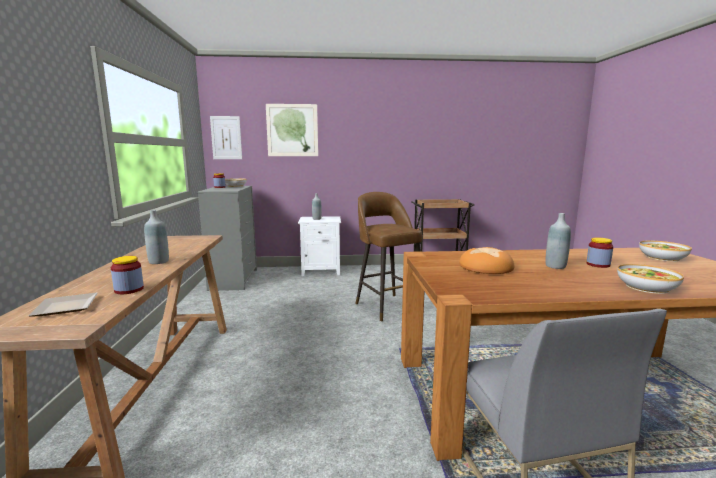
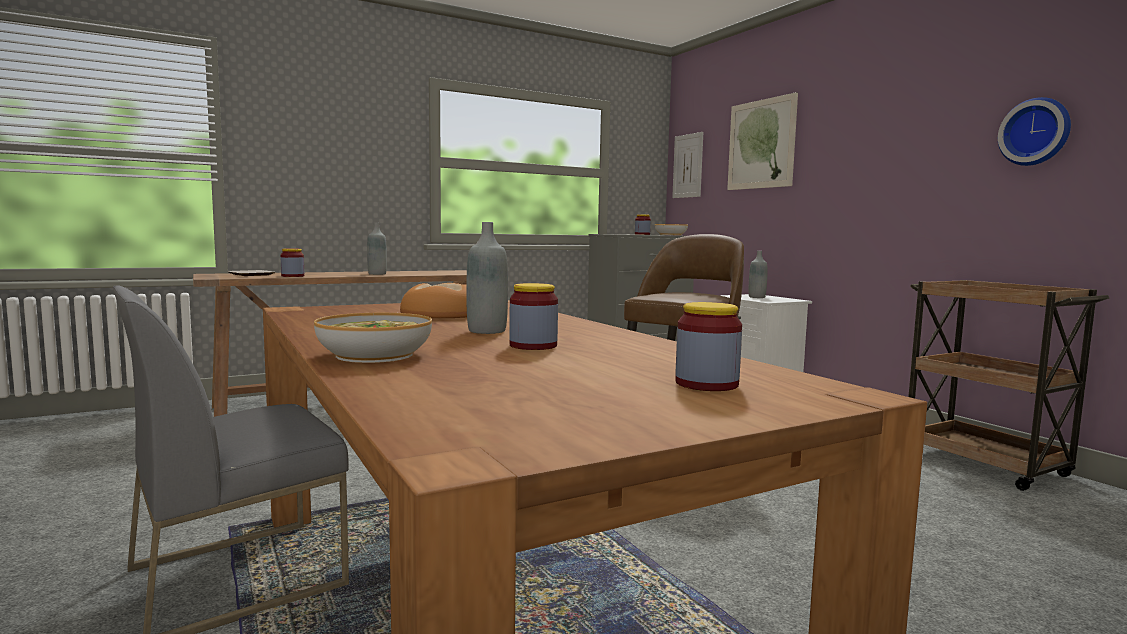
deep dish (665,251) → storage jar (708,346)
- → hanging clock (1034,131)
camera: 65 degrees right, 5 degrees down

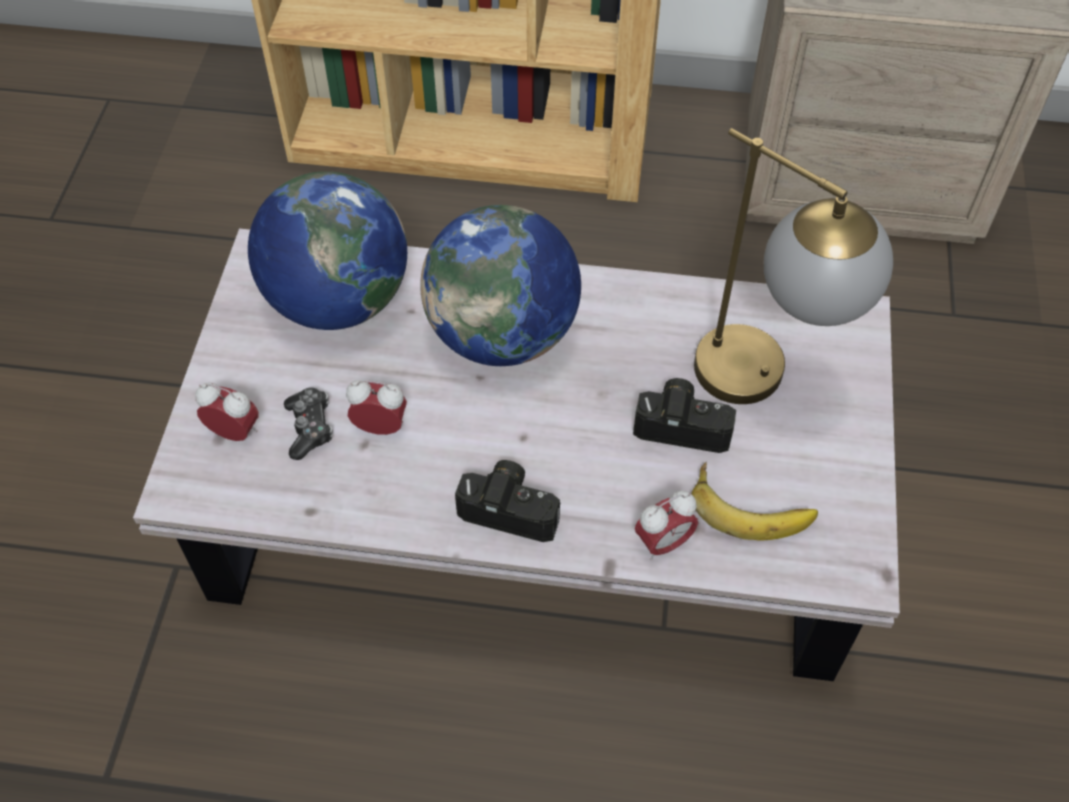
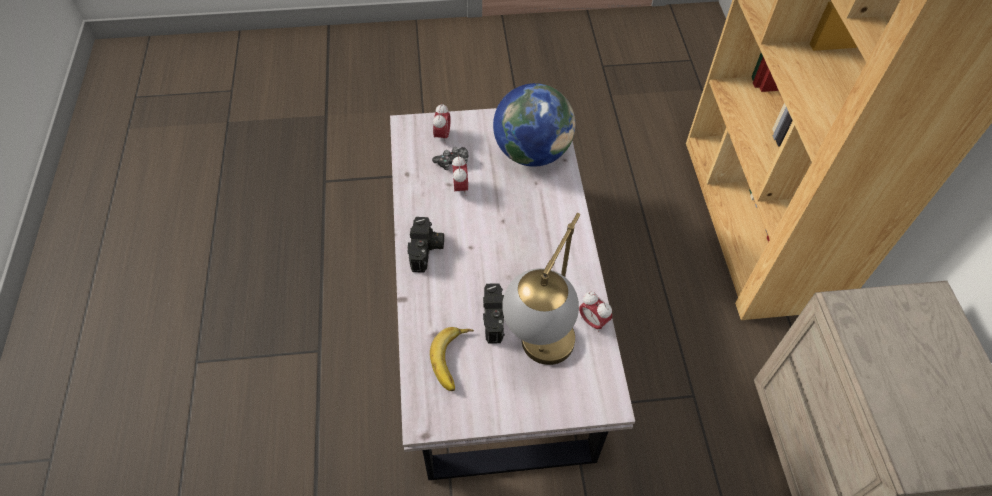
world globe (500,285) → -
bedside clock (666,525) → bedside clock (595,312), relocated
camera: 75 degrees right, 0 degrees up

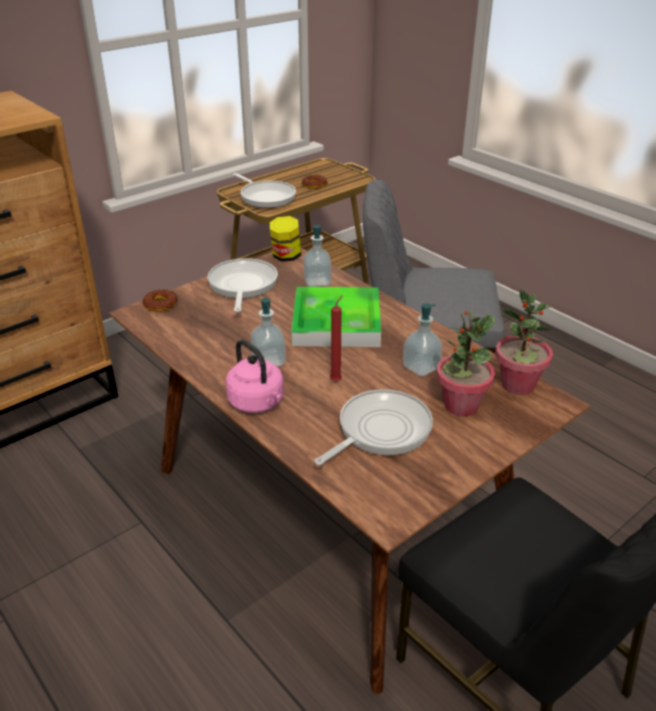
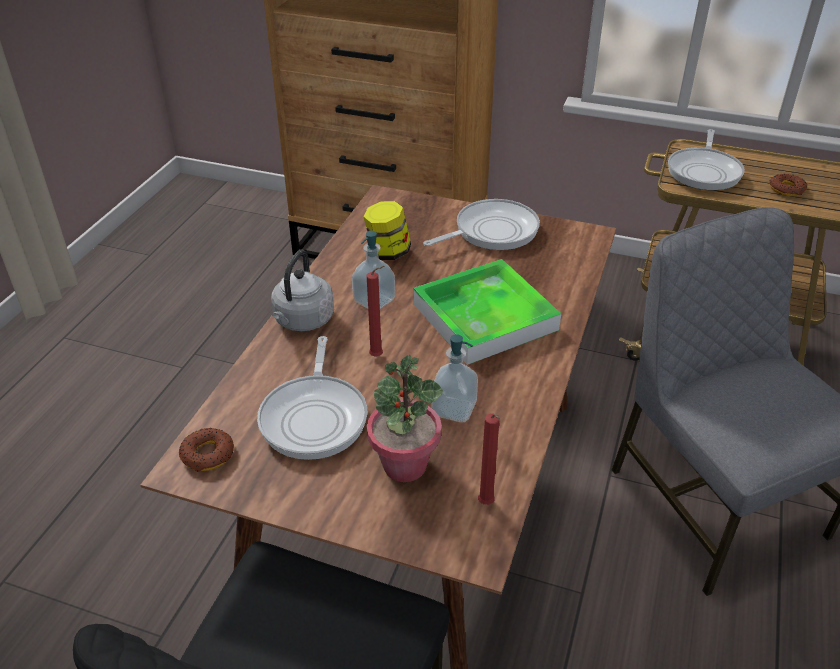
storage jar (285,239) → storage jar (387,230), relocated
liquid soap bottle (317,256) → -
potted plant (524,342) → red wax candle (488,459)
doughnut (160,300) → doughnut (206,450), relocated
pinkish tea kettle (254,376) → gray tea kettle (302,290)
pan (373,427) → pan (312,398), 75 degrees clockwise
camera: 60 degrees right, 5 degrees up

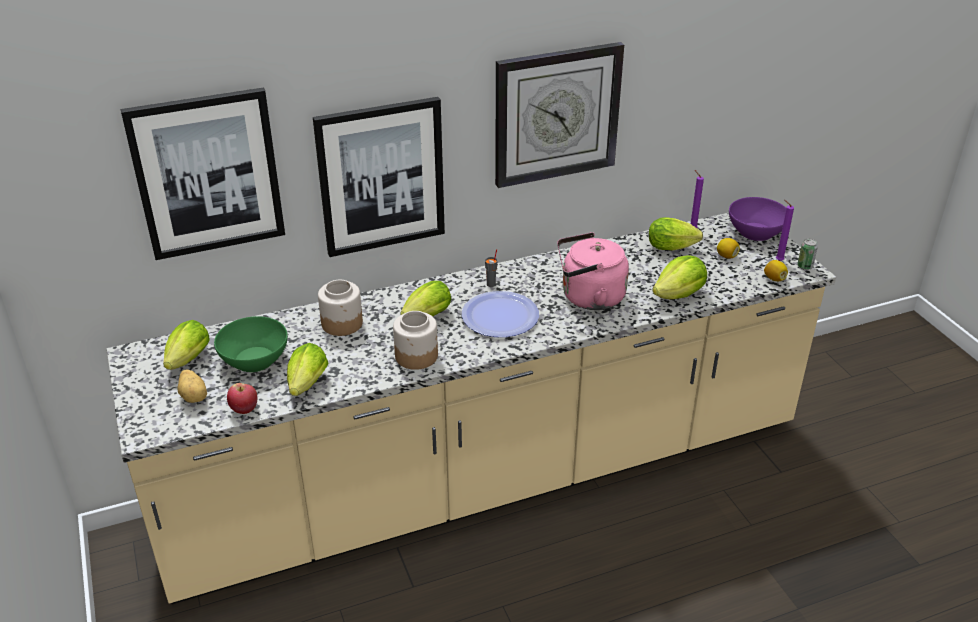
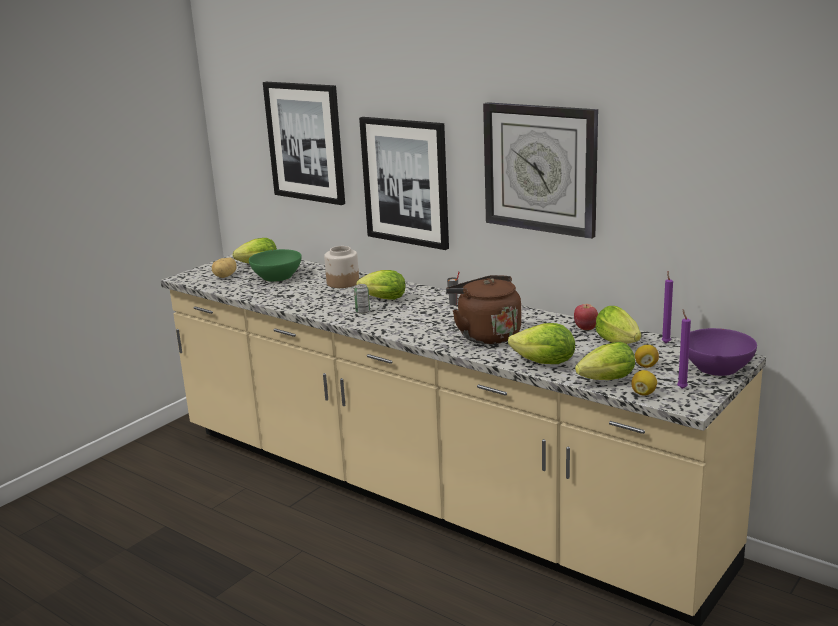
pinkish tea kettle (593,271) → brown tea kettle (483,309)
can (807,254) → can (362,299), relocated
flat dish (500,314) → -
storage jar (415,340) → -
head of lettuce (307,369) → head of lettuce (605,361), relocated
apple fruit (242,398) → apple fruit (586,317), relocated
camera: 60 degrees right, 15 degrees down

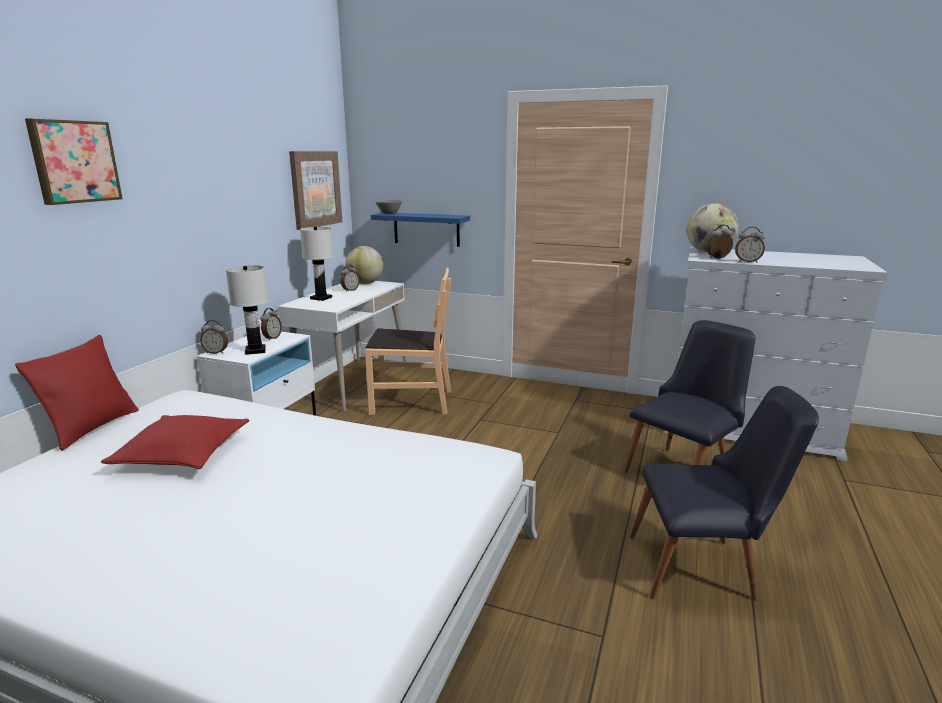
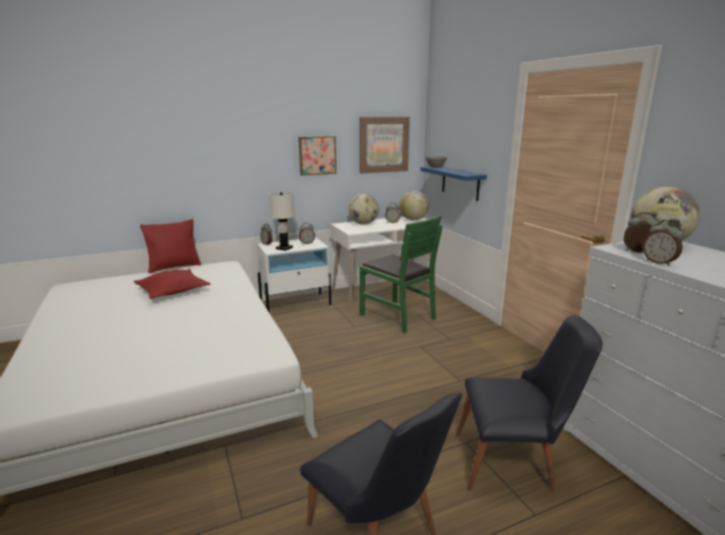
wall picture (73,161) → wall picture (317,156), relocated
white table lamp (316,264) → world globe (363,209)
brown chair (408,341) → green chair (400,274)
camera: 45 degrees right, 0 degrees up

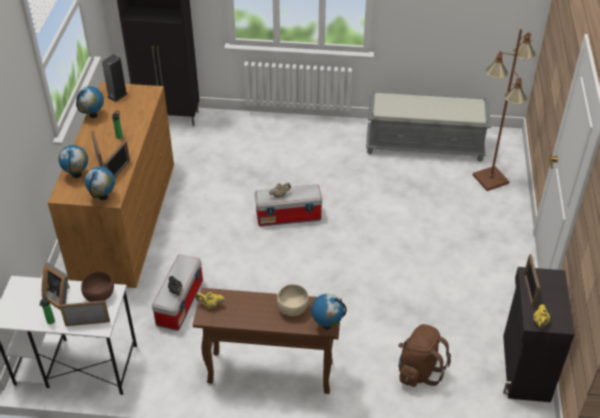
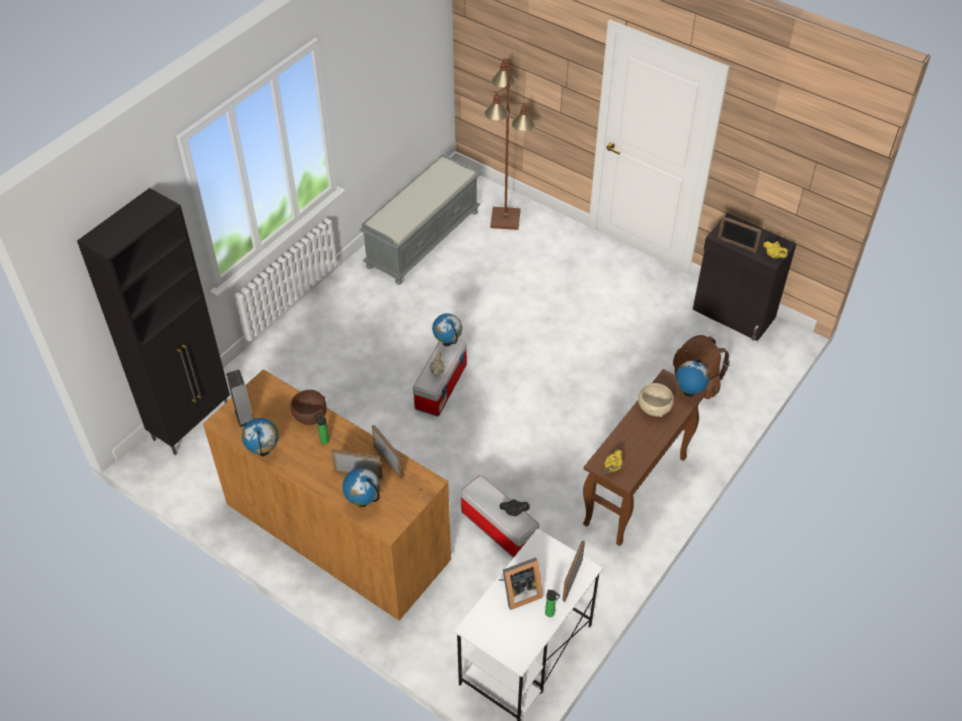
world globe (100,183) → world globe (447,329), relocated
brown deep dish (97,286) → brown deep dish (308,407), relocated
camera: 60 degrees left, 5 degrees up

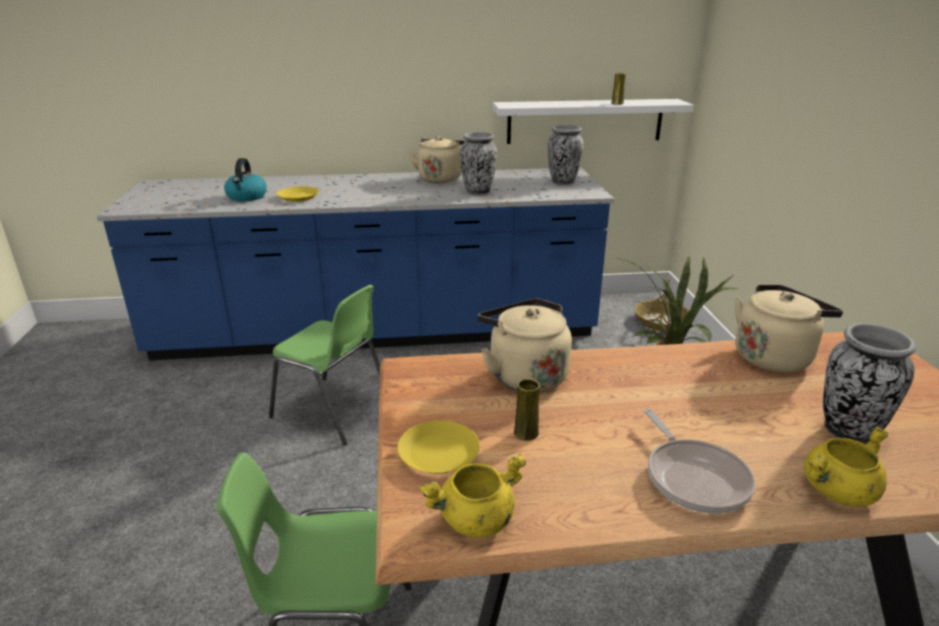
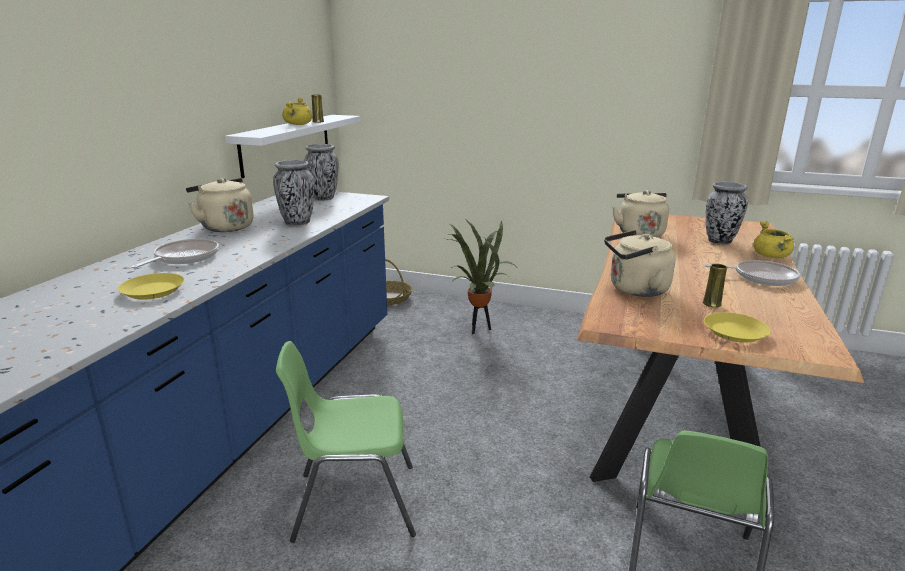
tea kettle (245,180) → -
green chair (324,365) → green chair (346,442), 150 degrees counterclockwise
yellow cooking pot (472,495) → yellow cooking pot (297,111), relocated
- → pan (175,253)
camera: 65 degrees left, 5 degrees down

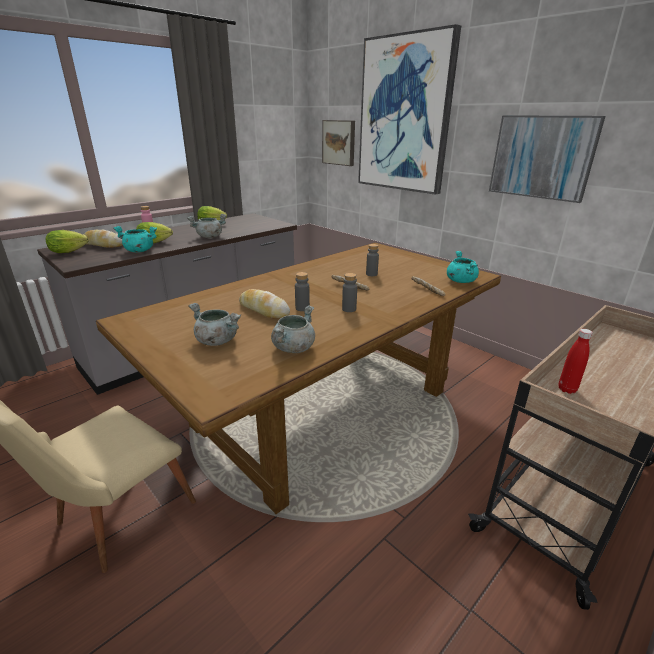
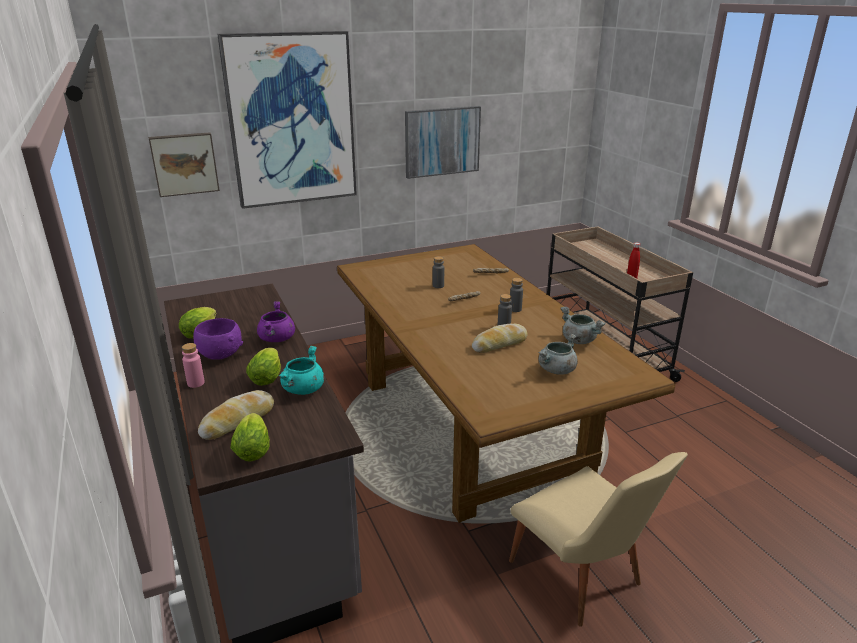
gray cooking pot (206,226) → purple cooking pot (276,321)
blue-green cooking pot (463,267) → -
- → purple deep dish (218,339)
camera: 70 degrees left, 0 degrees up

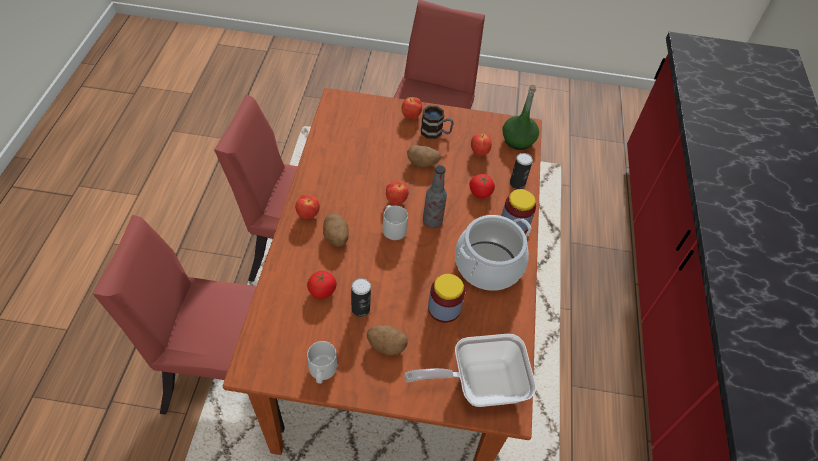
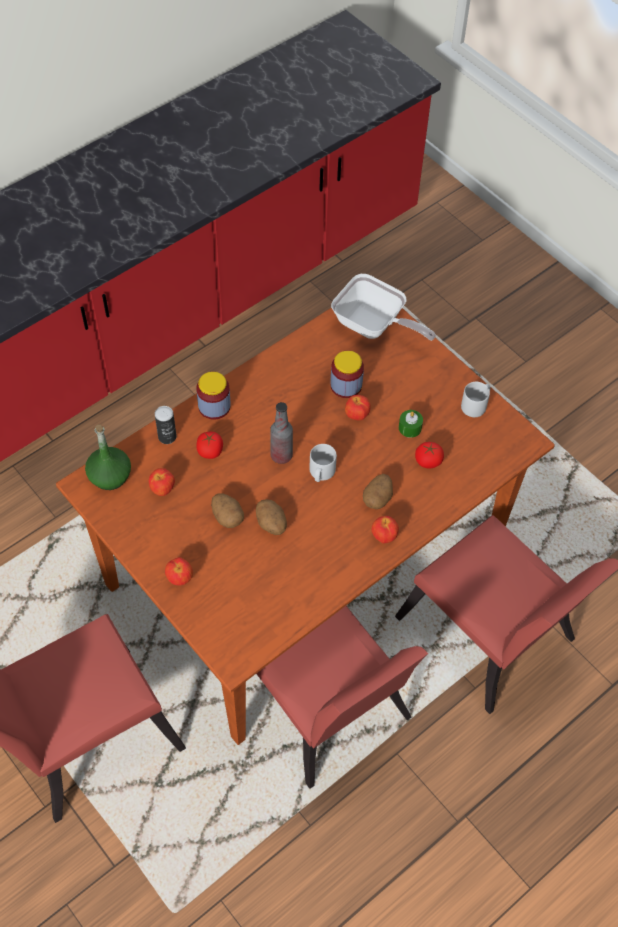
mug (437,122) → -
apple fruit (397,193) → apple fruit (358,408), relocated
cooking pot (493,253) → -
can (361,297) → green wax candle (411,424)
whole potato (387,340) → whole potato (271,517), relocated
camera: 135 degrees left, 5 degrees up

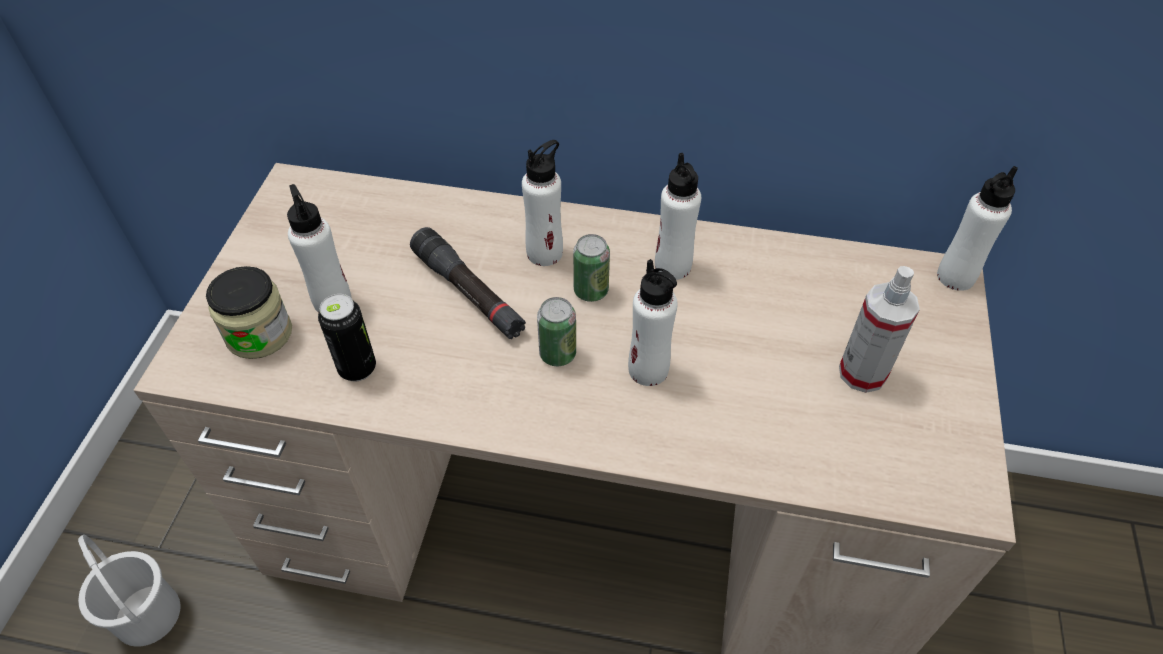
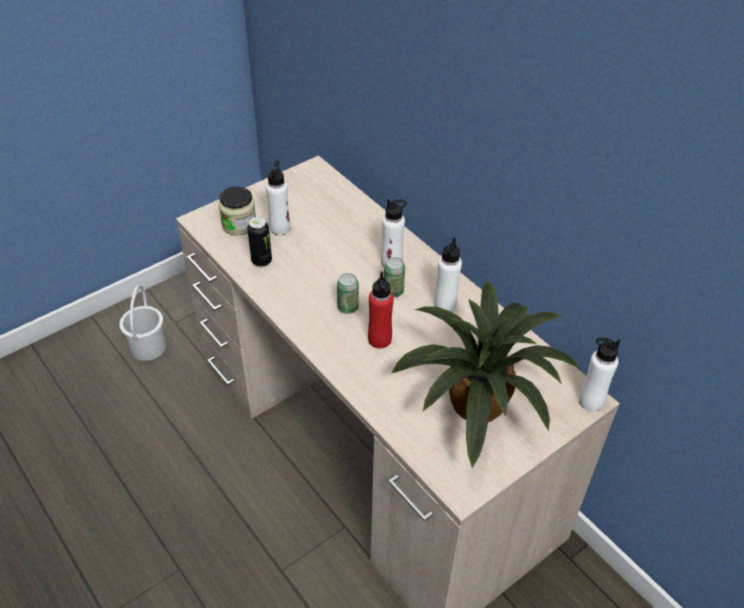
blackish flashlight (468,283) → -
white bottle (653,322) → red bottle (381,310)
spray bottle (879,329) → potted plant (486,374)
camera: 40 degrees right, 5 degrees down

